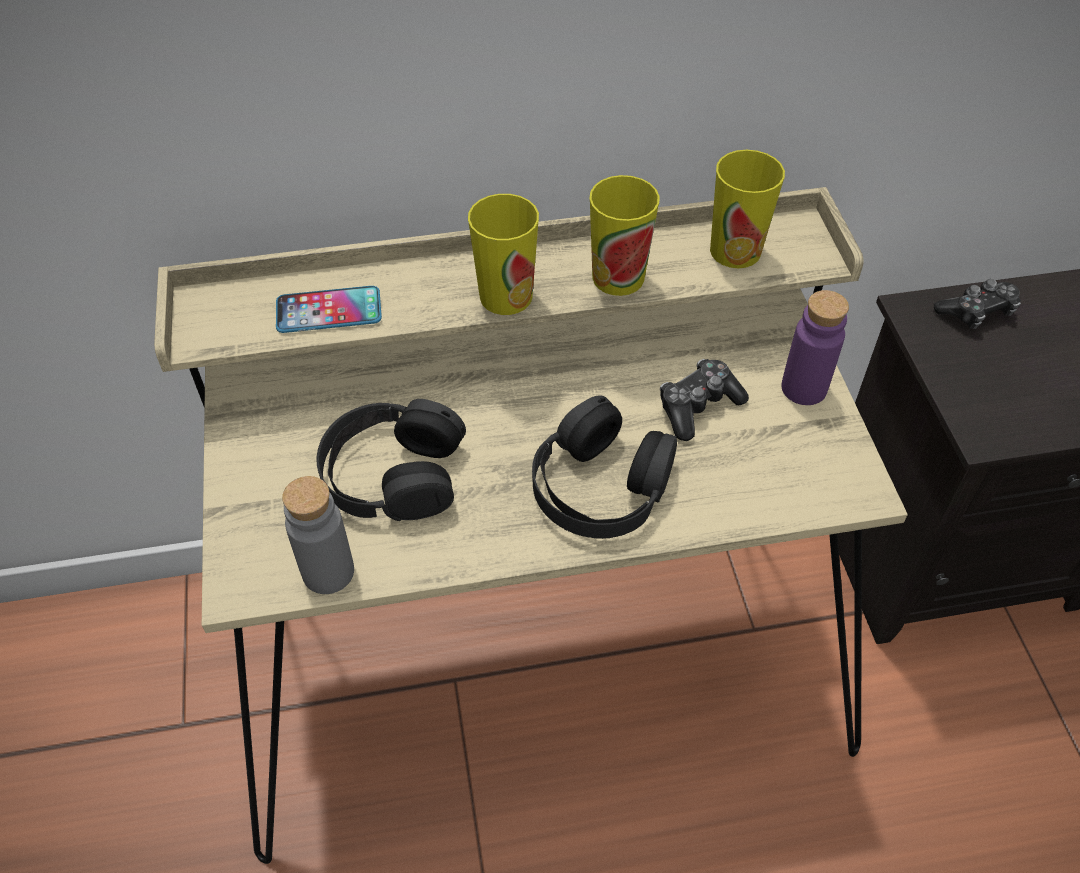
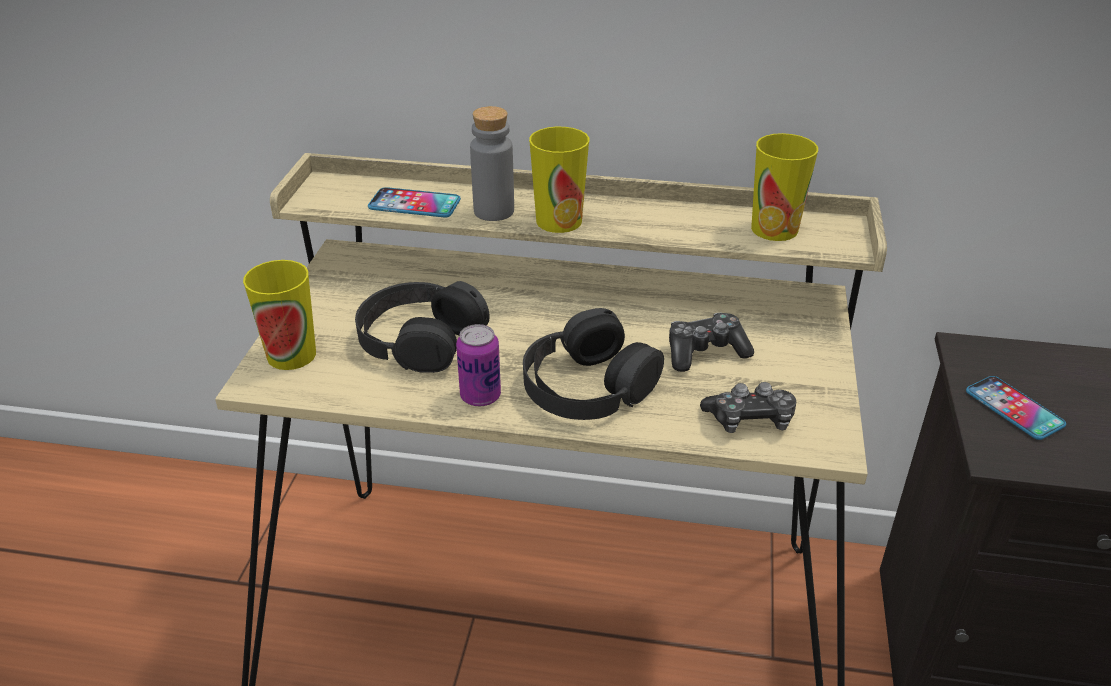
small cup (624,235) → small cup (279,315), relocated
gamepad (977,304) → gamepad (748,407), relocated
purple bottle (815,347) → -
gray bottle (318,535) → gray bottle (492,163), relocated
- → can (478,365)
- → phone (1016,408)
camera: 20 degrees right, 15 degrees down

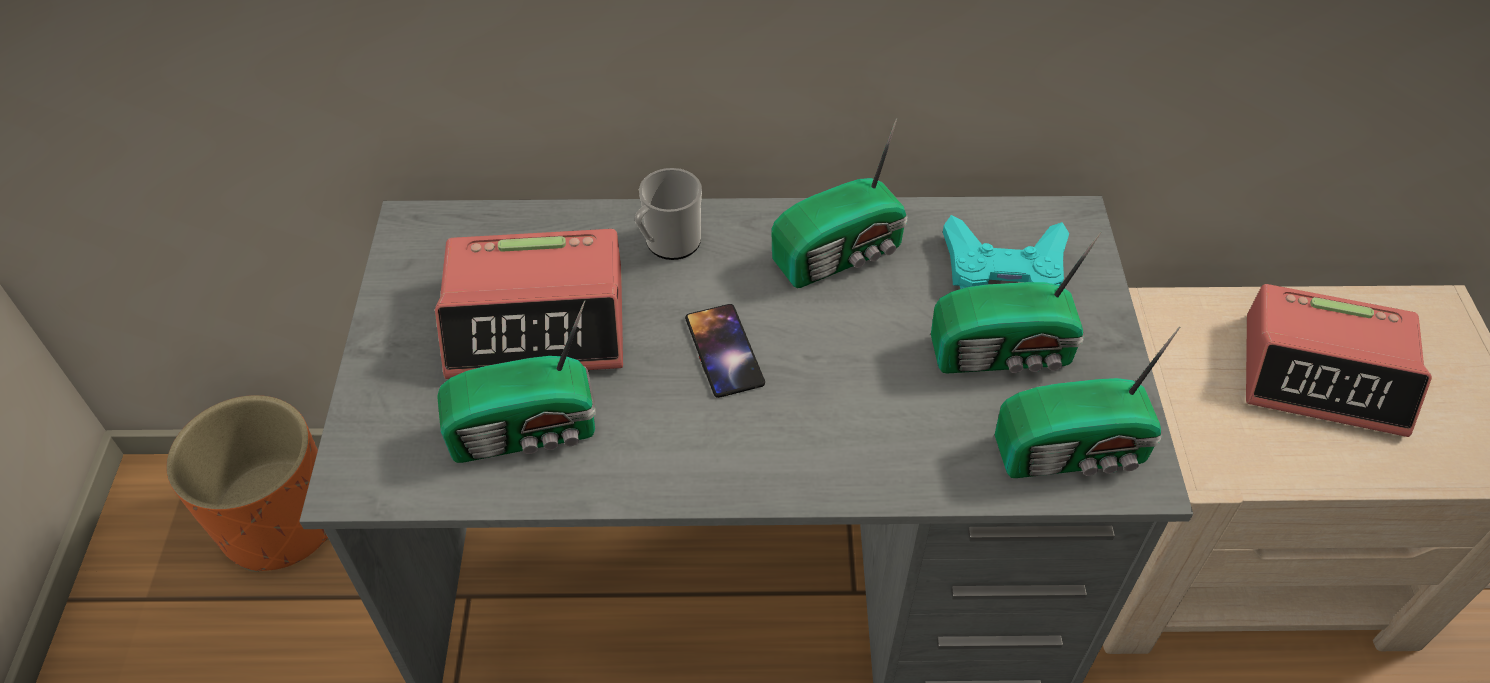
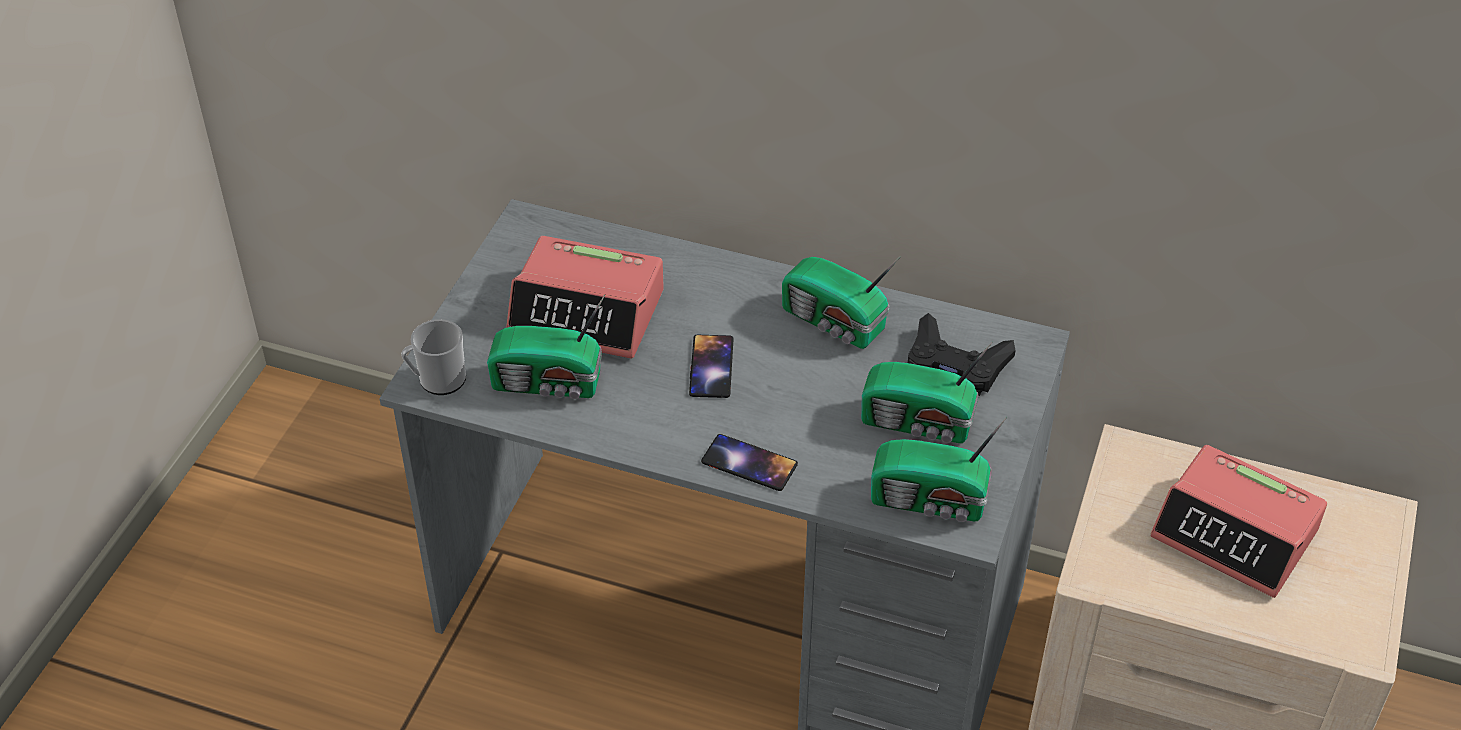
radio set (839,203) → radio set (841,303), 45 degrees clockwise
mug (668,214) → mug (433,357), relocated
blue-green gamepad (1006,252) → blackish gamepad (961,354)
orange-coloured planter (247,483) → -
- → phone (749,462)
camera: 20 degrees right, 5 degrees down

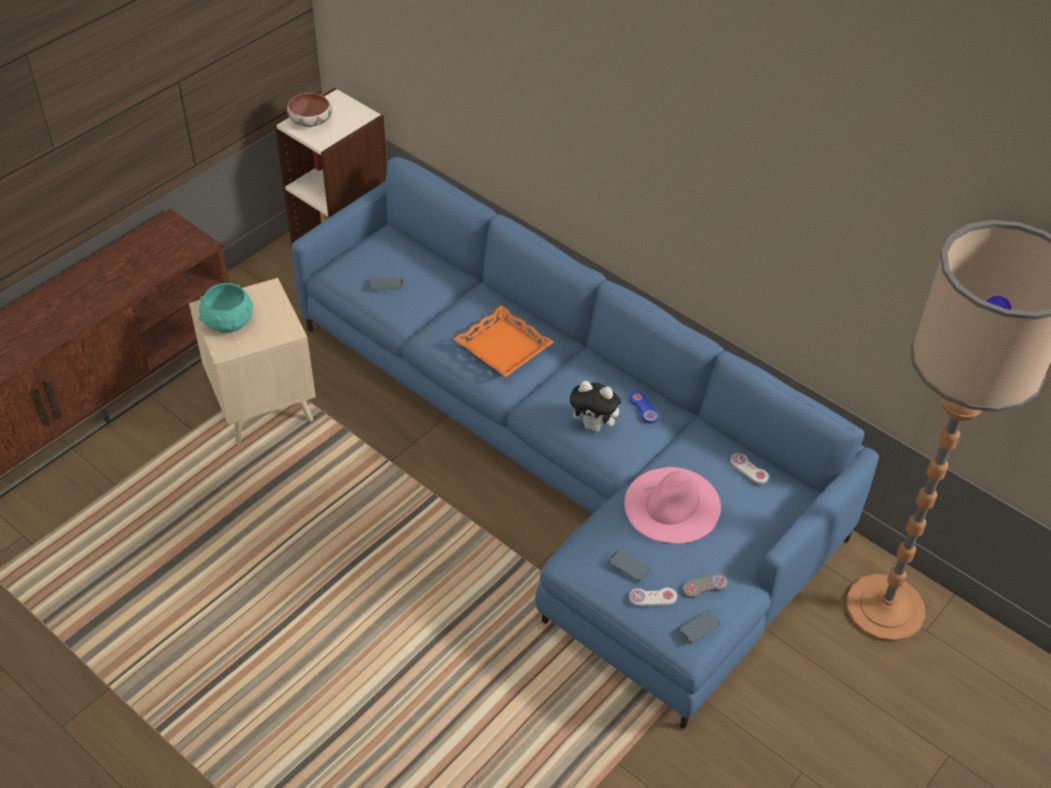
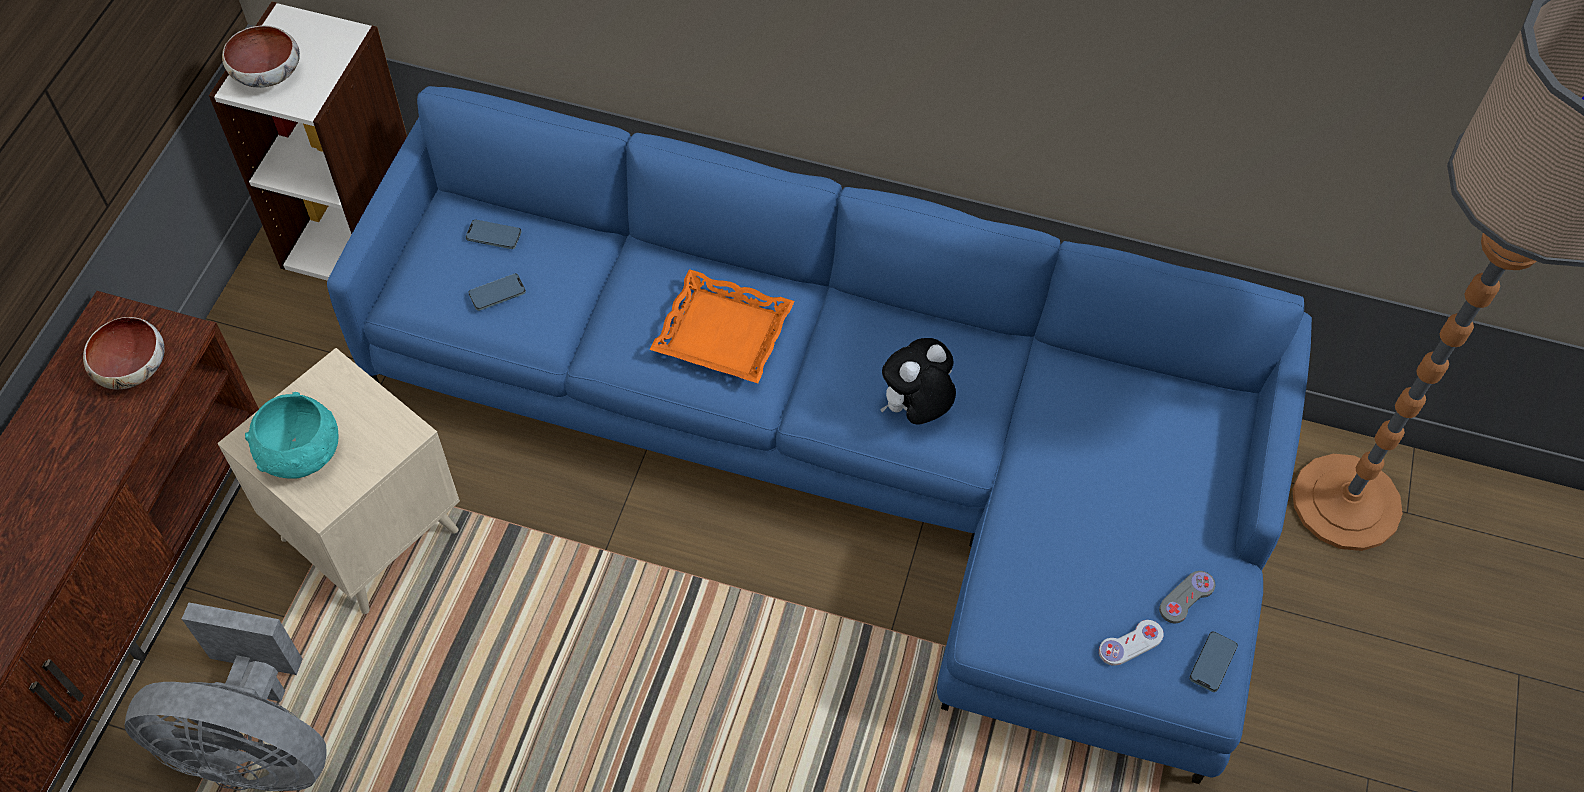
cuddly toy (597,406) → cuddly toy (918,381), 150 degrees clockwise
blue-coloured gamepad (644,407) → -
white gamepad (749,468) → -
pinkish clothing hat (672,505) → -
phone (629,566) → phone (494,234), relocated
- → deep dish (124,353)
- → gray fan (225,697)
camera: 25 degrees left, 10 degrees up

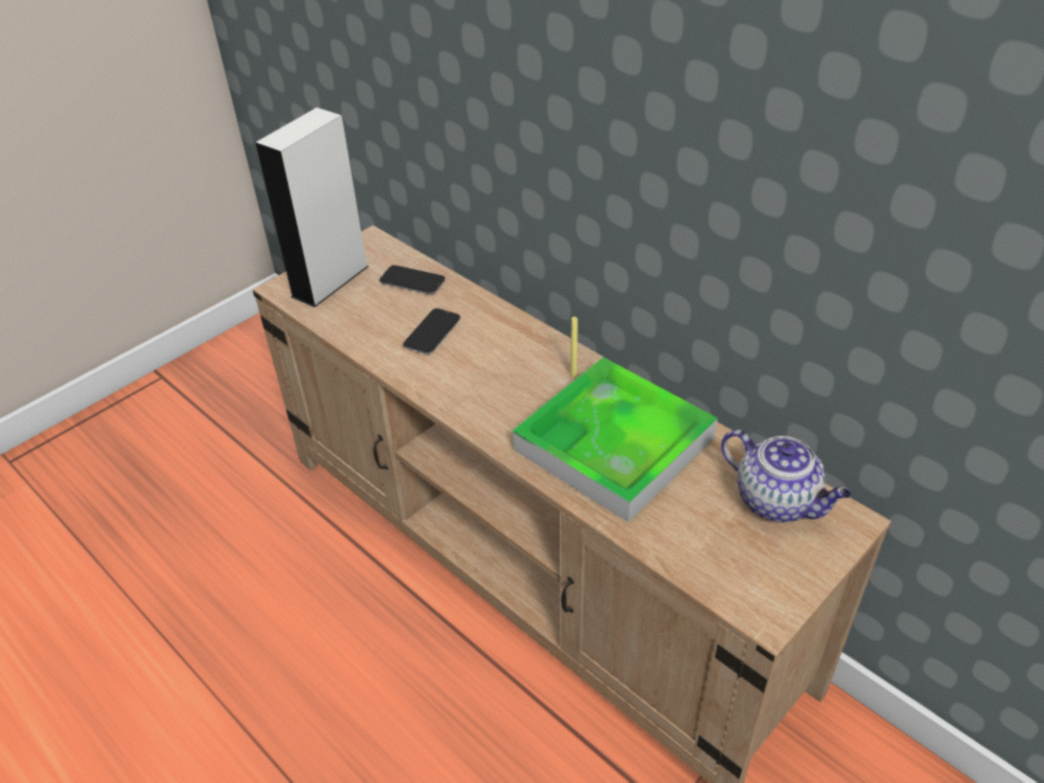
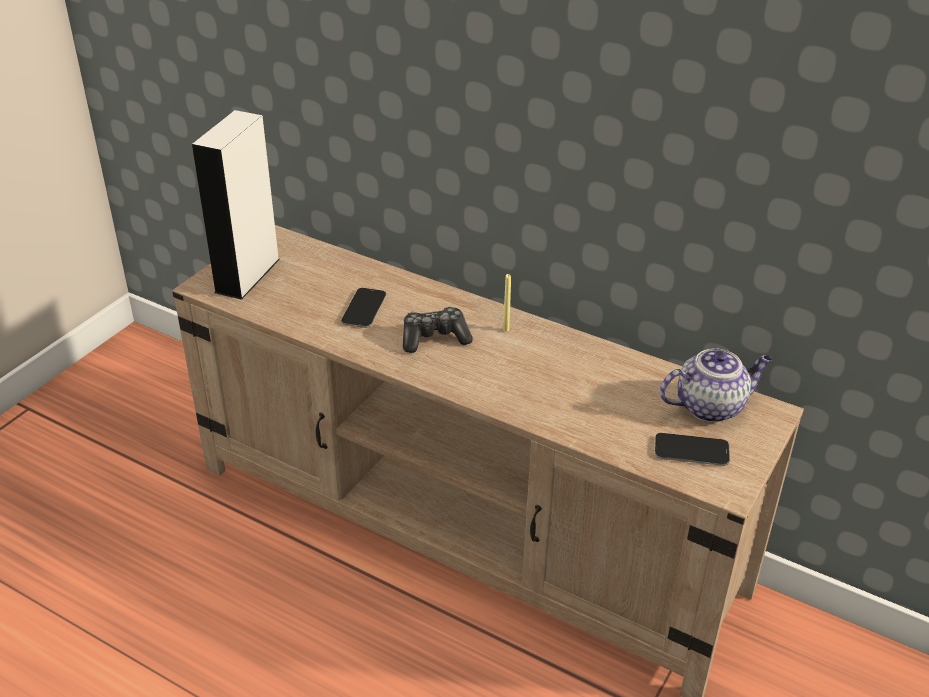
phone (412,280) → phone (692,449), relocated
carrying tray (615,439) → -
tea pot (786,475) → tea pot (716,385), 45 degrees counterclockwise
- → gamepad (438,330)
camera: 15 degrees left, 5 degrees down

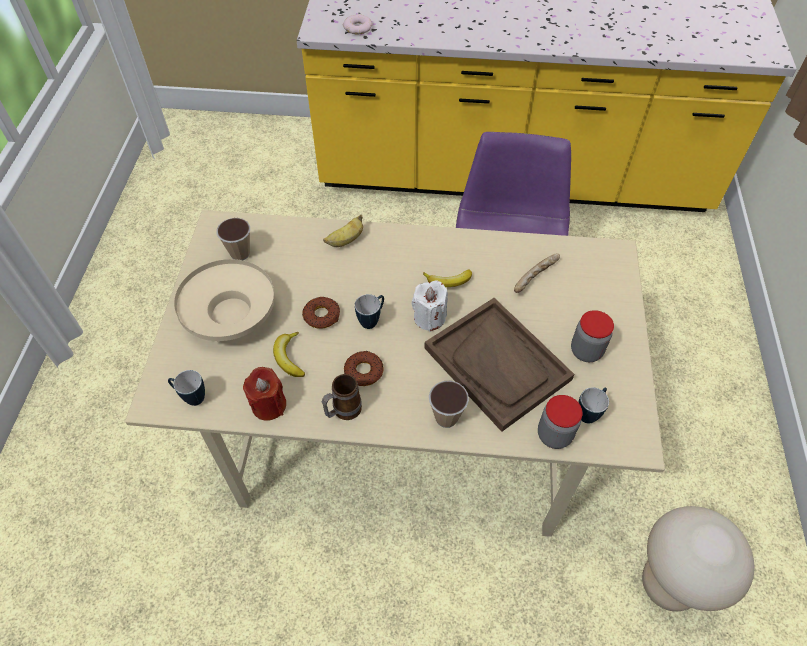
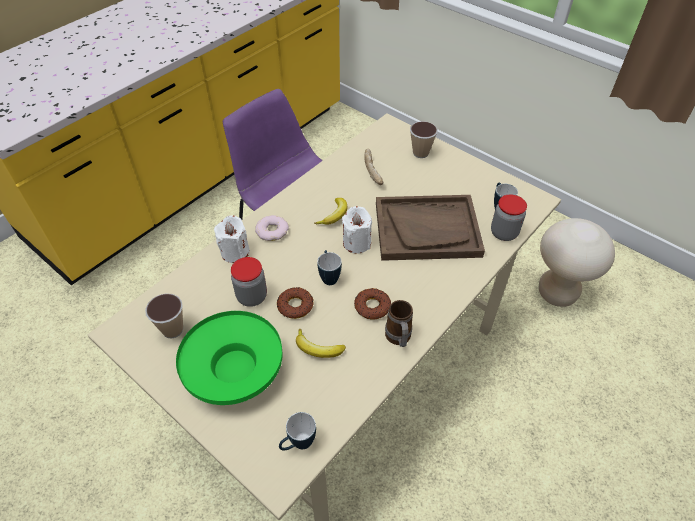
doughnut (357,24) → doughnut (272,228), relocated
banana fruit (343,231) → white wax candle (232,239)
beige deep dish (224,300) → green deep dish (229,358)
storage jar (592,336) → storage jar (249,282), relocated
red wax candle (264,394) → -
small cup (449,404) → small cup (424,139), relocated
camera: 55 degrees left, 5 degrees down

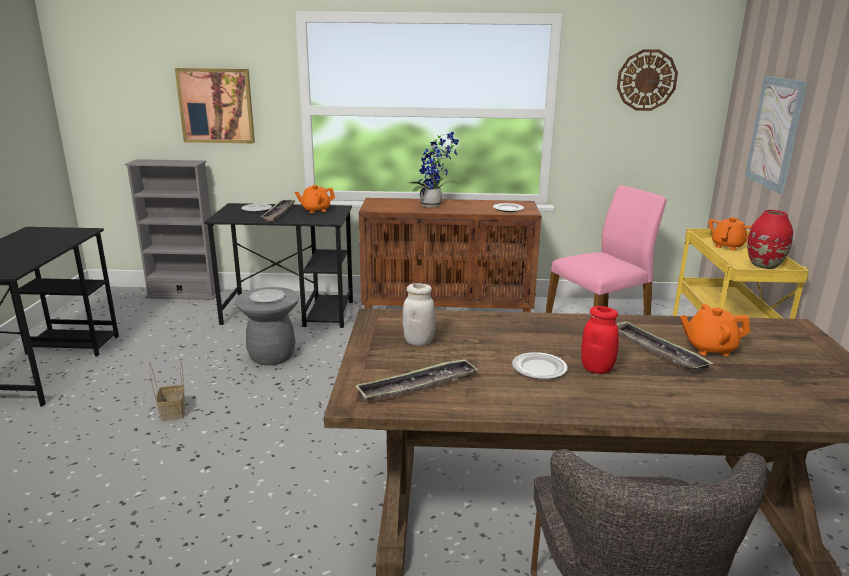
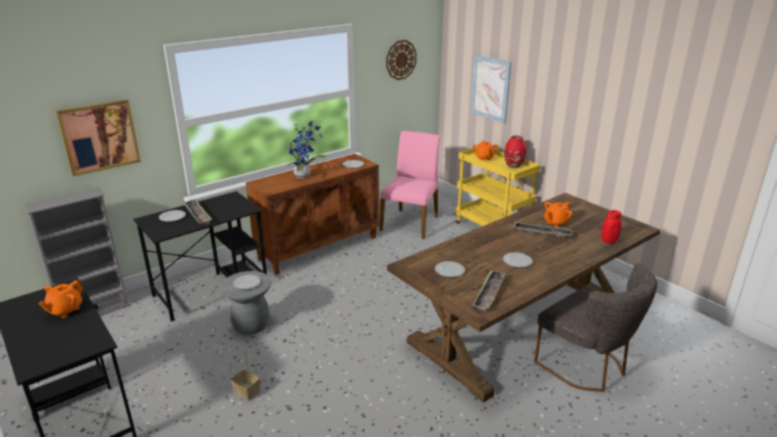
orange-coloured tea pot (315,199) → orange-coloured tea pot (60,299), relocated
white storage jar (419,314) → flat dish (450,269)
red storage jar (600,340) → red storage jar (611,226), relocated
camera: 40 degrees left, 5 degrees up

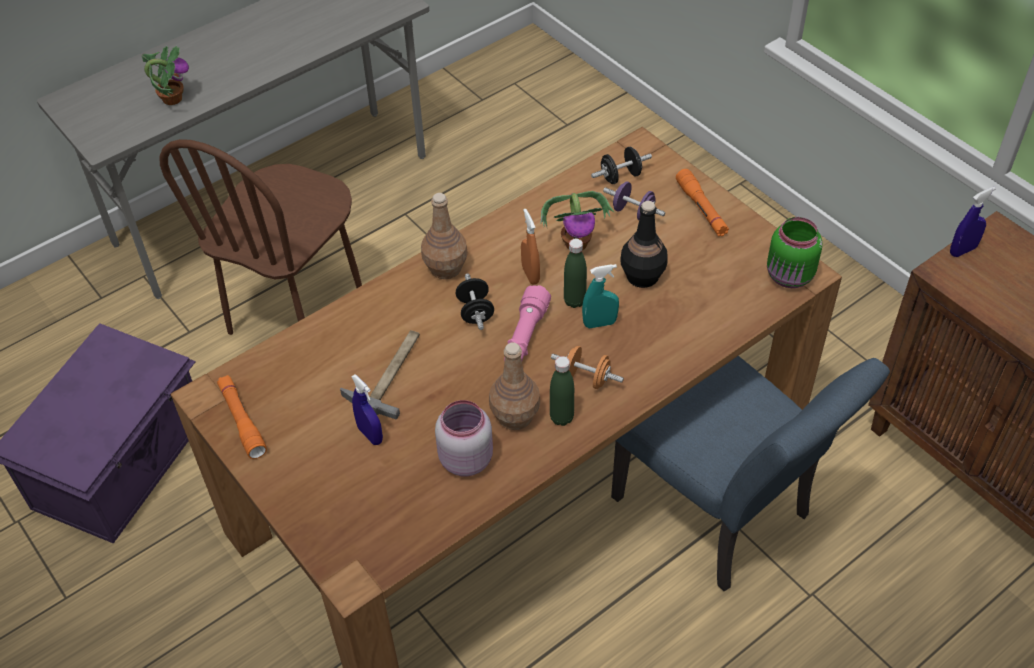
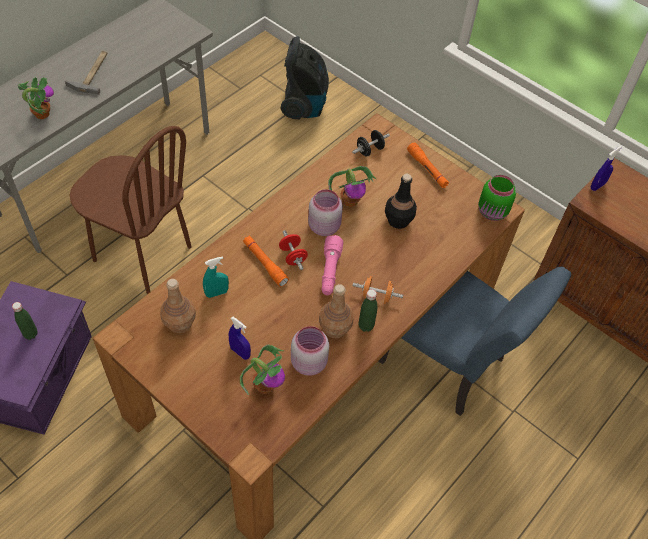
brown chair (260,237) → brown chair (130,210), 75 degrees counterclockwise
purple free weight (634,201) → -
brown bottle (444,236) → brown bottle (178,306), relocated
orange-coloured spray bottle (530,246) → pinkish storage jar (325,212)
green bottle (575,273) → green bottle (24,321), relocated
blue-green spray bottle (600,296) → blue-green spray bottle (216,277), relocated
blackish free weight (475,301) → red free weight (293,250)
hand hammer (380,374) → hand hammer (86,73), relocated
orange-coloured flashlight (242,417) → orange-coloured flashlight (266,261), relocated
- → vacuum (305,77)
- → potted plant (262,370)
camera: 15 degrees left, 5 degrees up

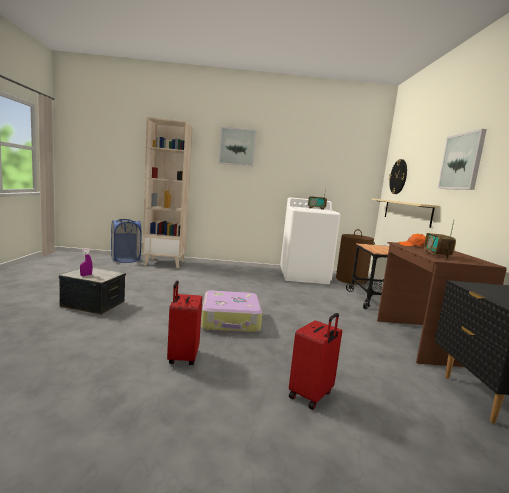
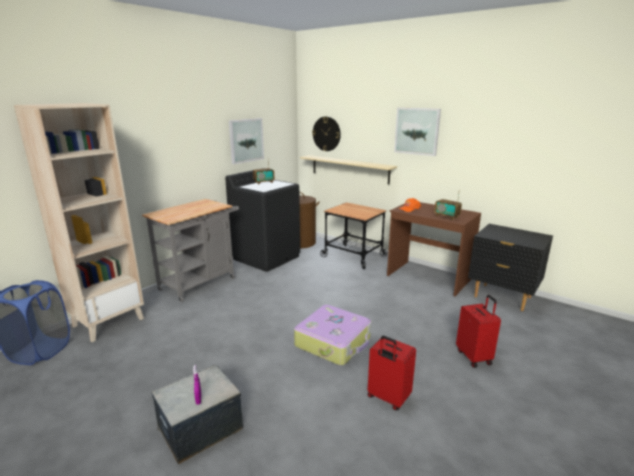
wall picture (237,147) → wall picture (246,141), relocated
white laundry appliance (310,240) → blackish laundry appliance (262,220)
- → gray wheeled cart (190,250)
camera: 50 degrees left, 10 degrees up

